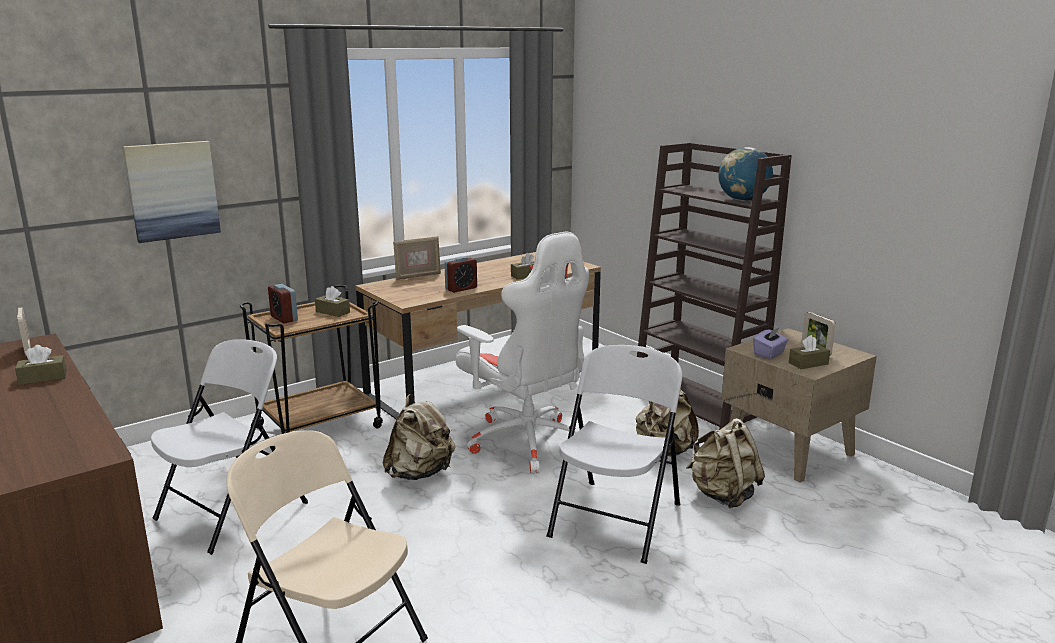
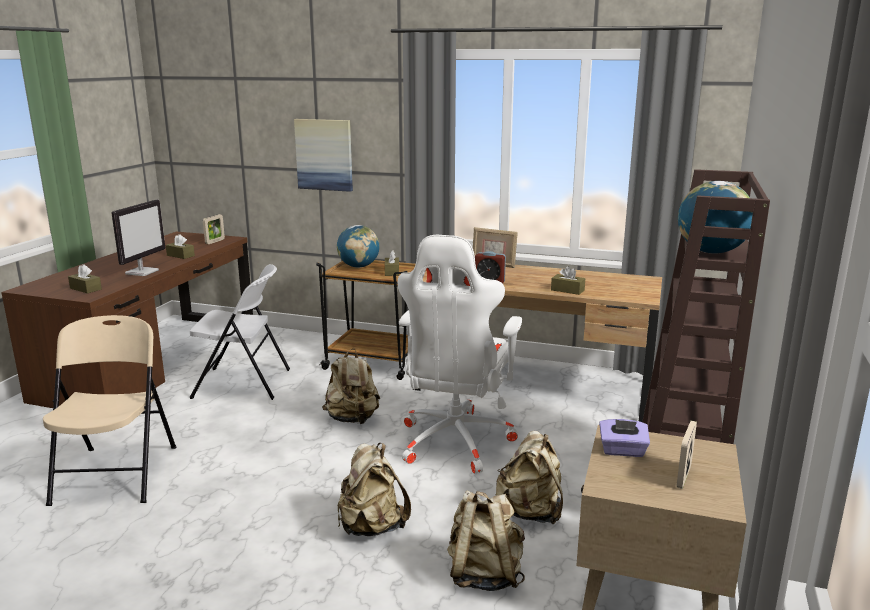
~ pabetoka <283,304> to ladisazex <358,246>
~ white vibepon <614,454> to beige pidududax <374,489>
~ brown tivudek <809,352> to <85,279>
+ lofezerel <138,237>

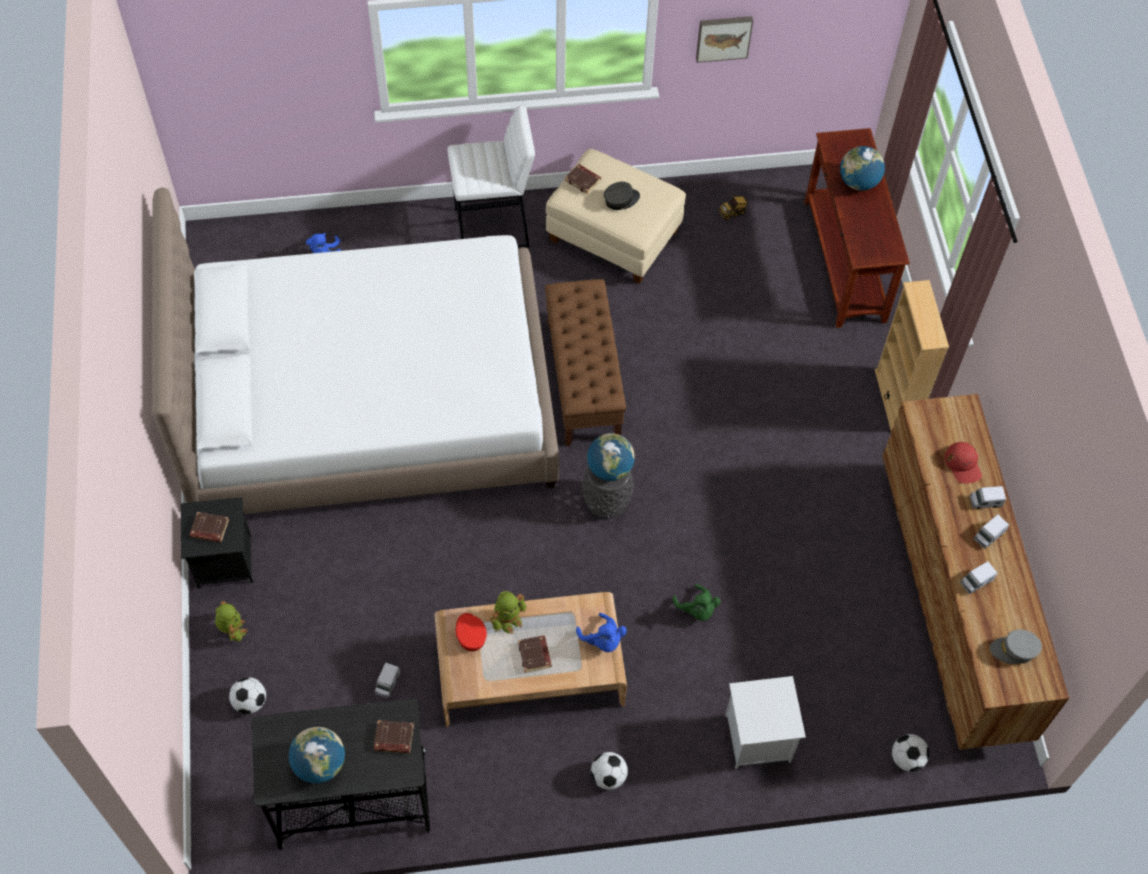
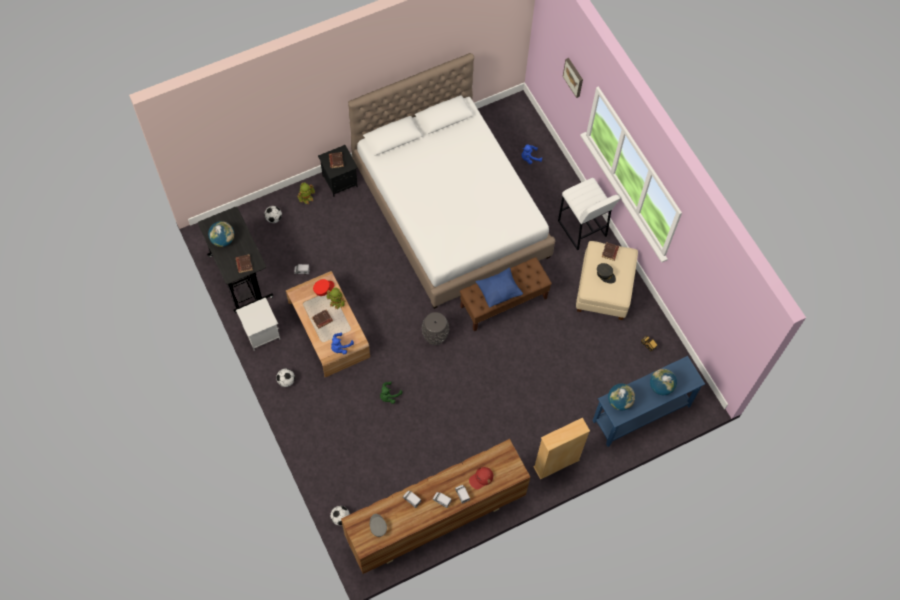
~ ladisazex <611,457> to <621,397>
~ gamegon <724,39> to <573,78>
~ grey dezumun <765,722> to <258,324>
~ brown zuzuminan <857,228> to blue zuzuminan <648,401>
+ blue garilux <499,287>

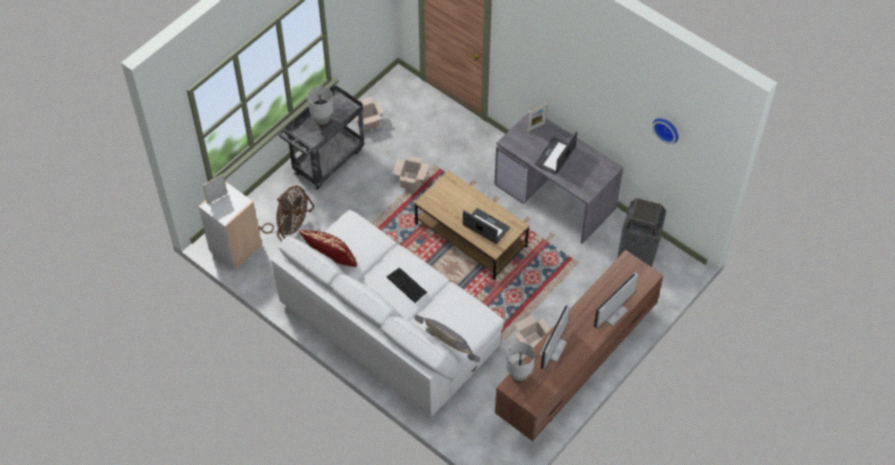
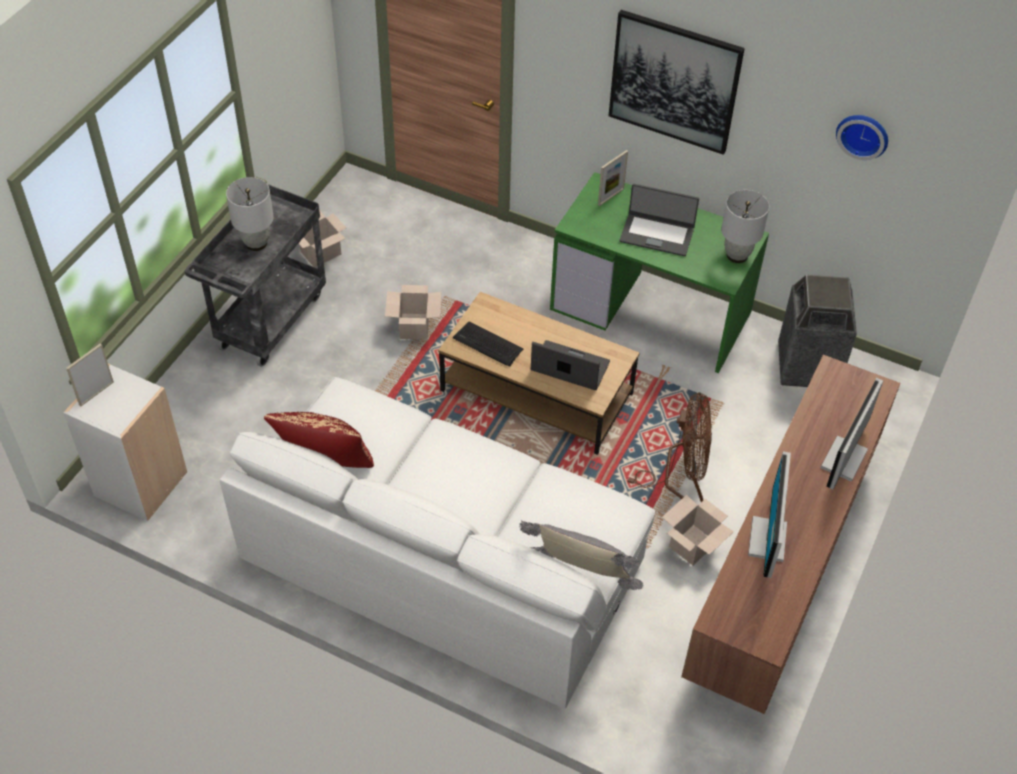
~ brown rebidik <286,214> to <669,447>
~ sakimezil <406,285> to <487,344>
~ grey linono <558,176> to green linono <659,272>
~ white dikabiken <520,362> to <745,226>
~ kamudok <556,153> = <659,220> 90 degrees counterclockwise
+ gamegon <677,82>

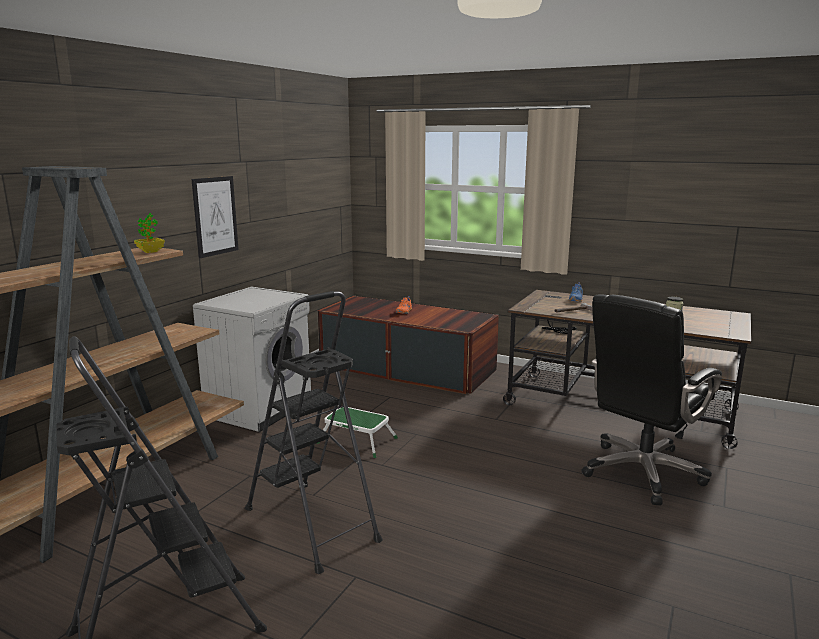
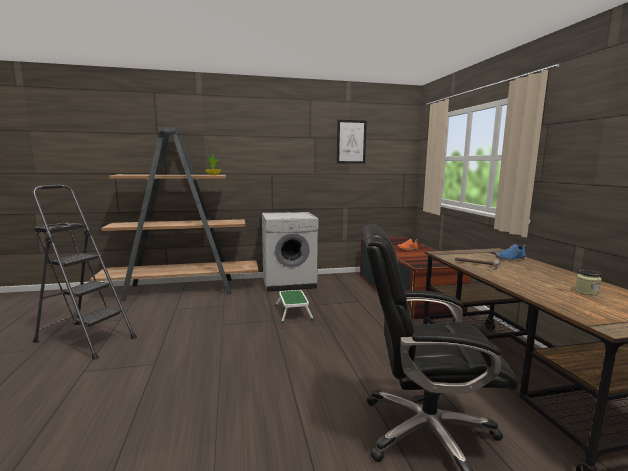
~ gamegon <215,217> to <352,142>
- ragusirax <313,432>

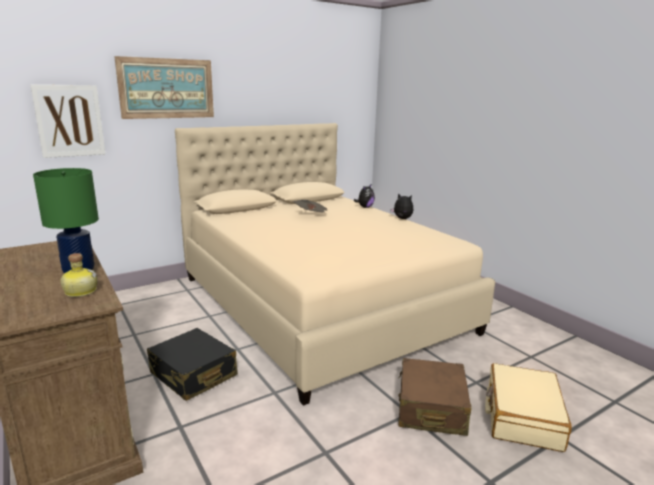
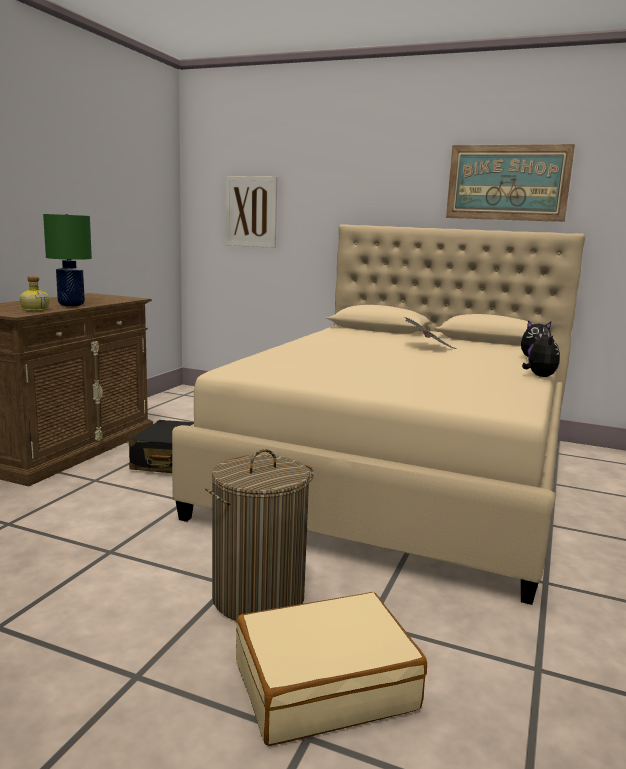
~ gamegon <164,87> to <510,183>
~ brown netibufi <435,397> to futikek <259,535>

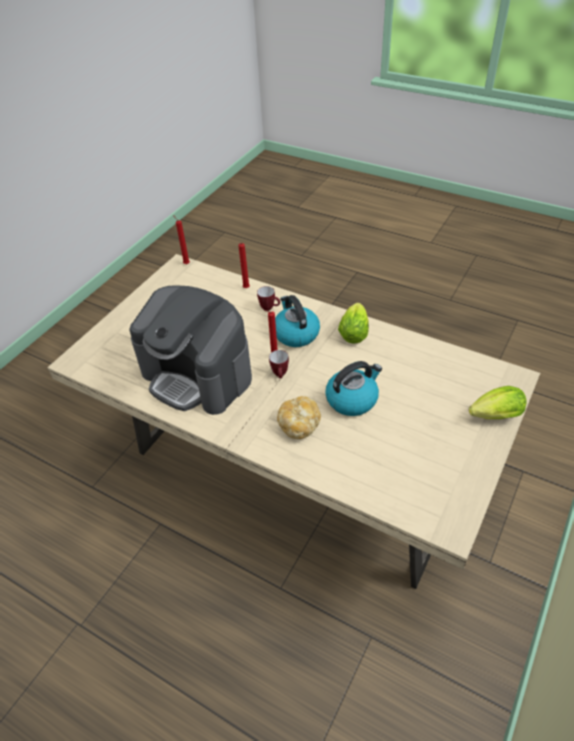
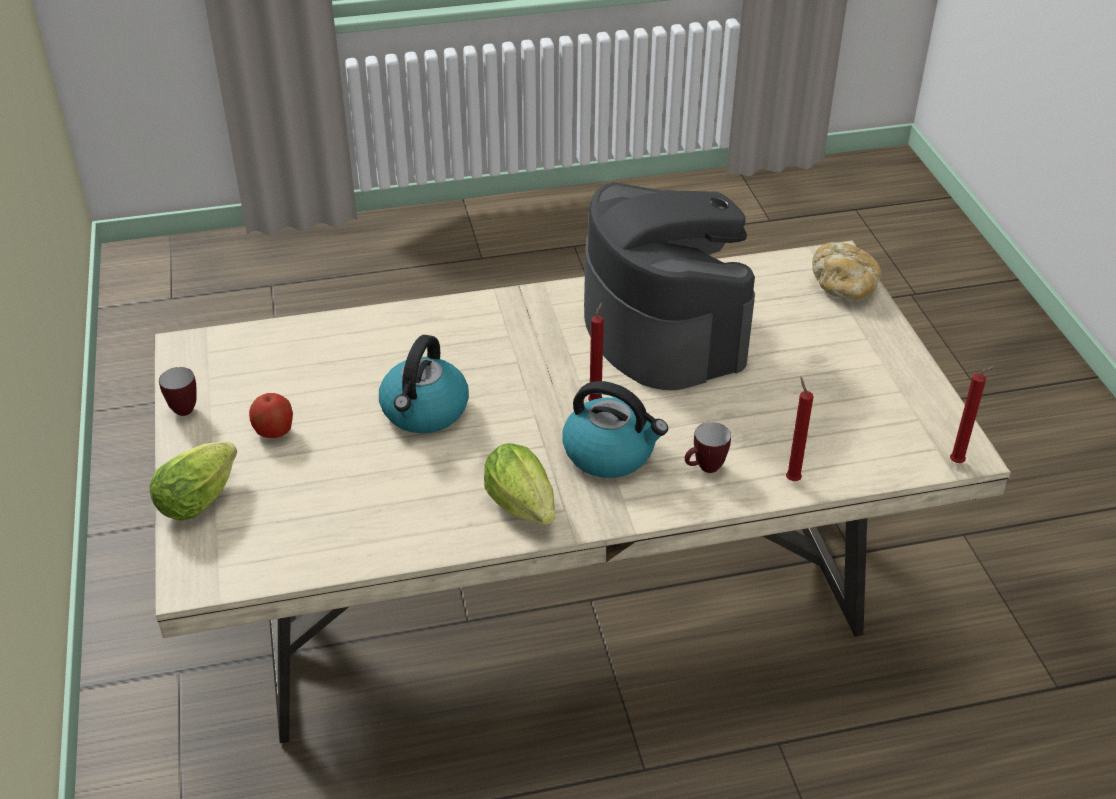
~ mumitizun <190,350> = <669,286> 75 degrees clockwise
~ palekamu <279,364> to <177,391>
~ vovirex <299,417> to <847,270>
+ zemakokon <271,415>

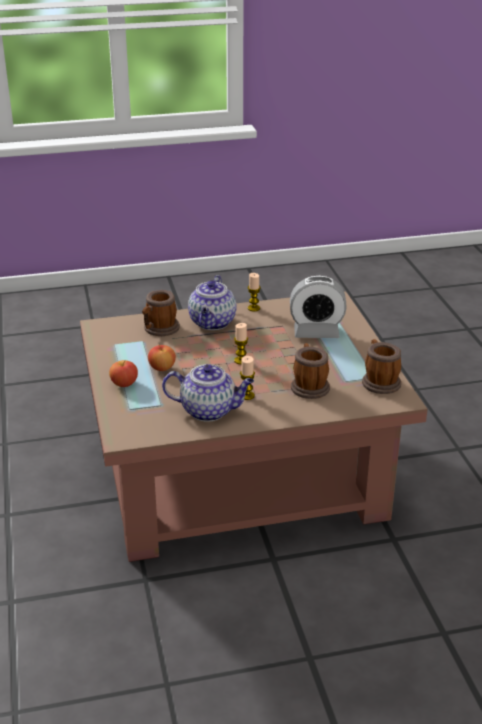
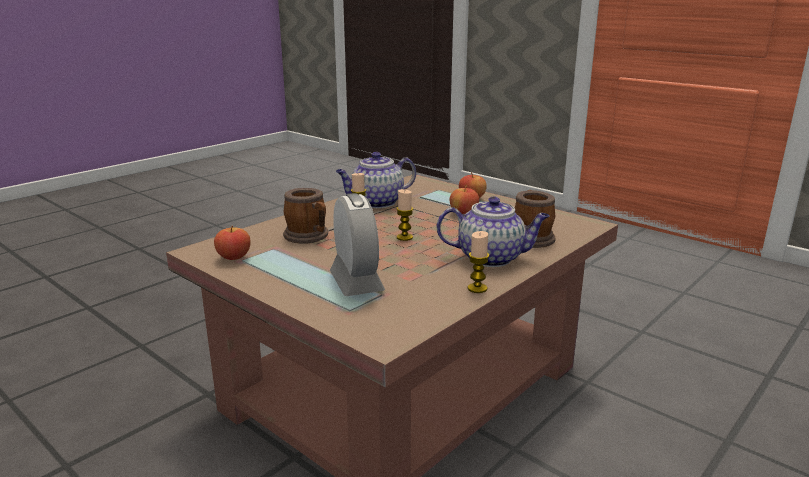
~ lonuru <212,302> = <493,231> 120 degrees clockwise
~ pabetoka <318,307> = <357,244> 105 degrees clockwise
~ palekamu <381,366> to zemakokon <232,242>

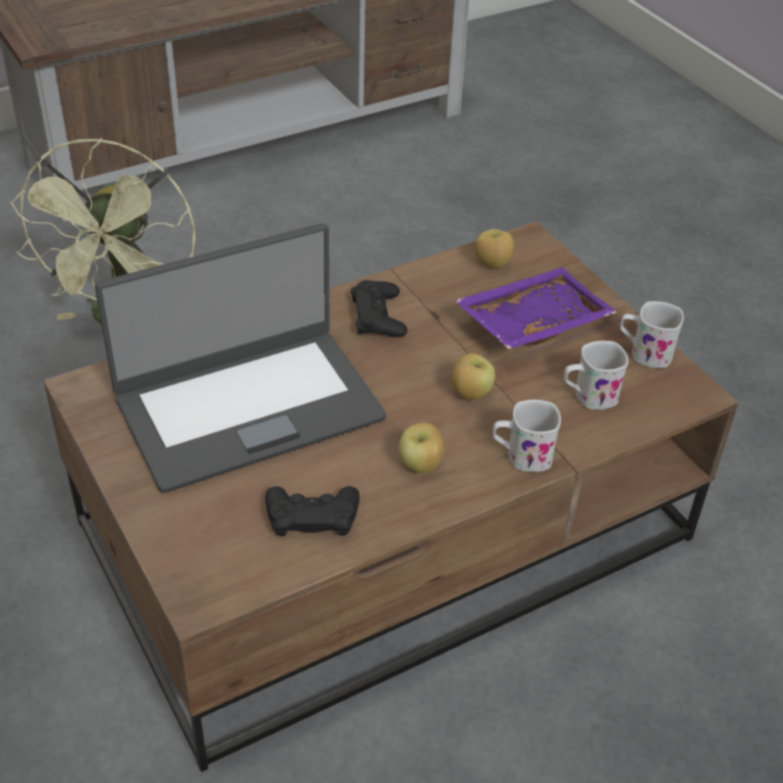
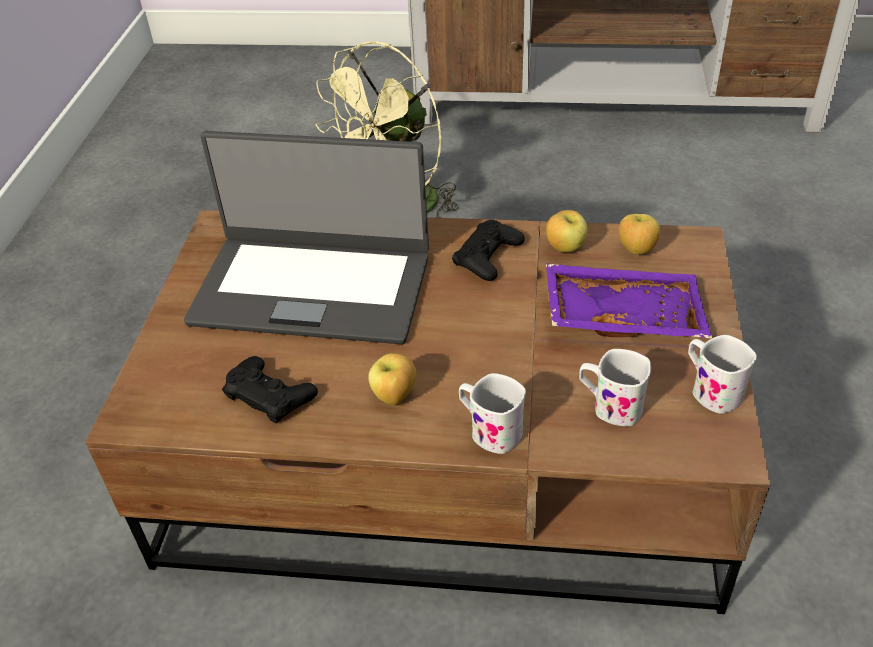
~ zemakokon <473,376> to <566,231>

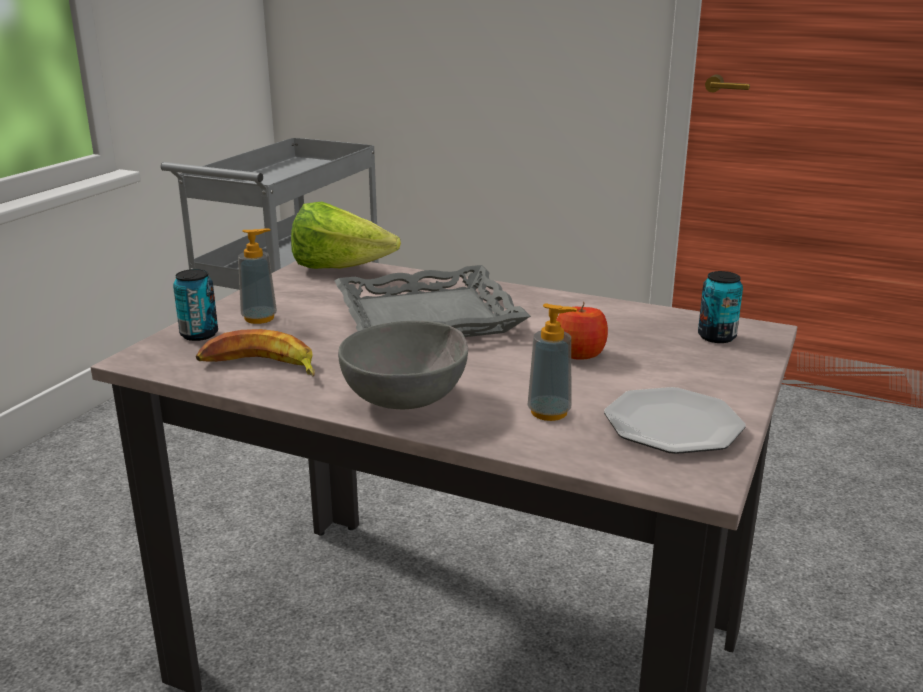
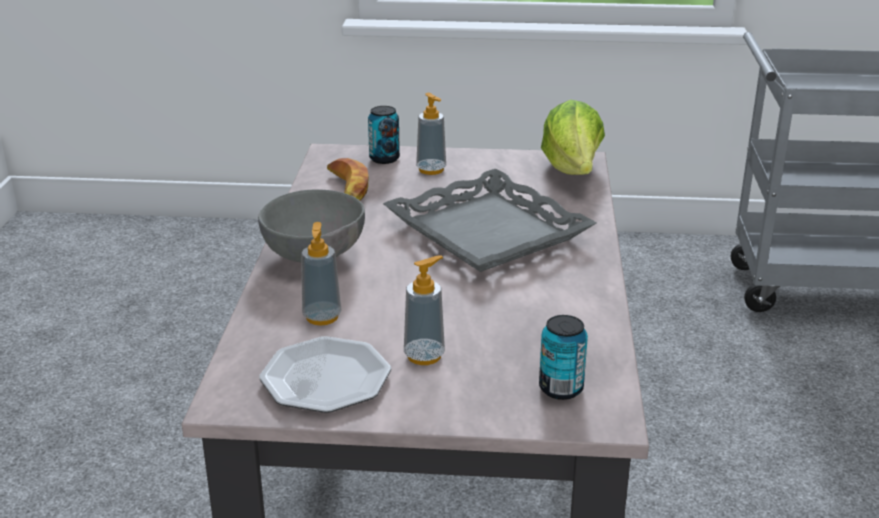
- zemakokon <582,331>
+ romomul <424,310>

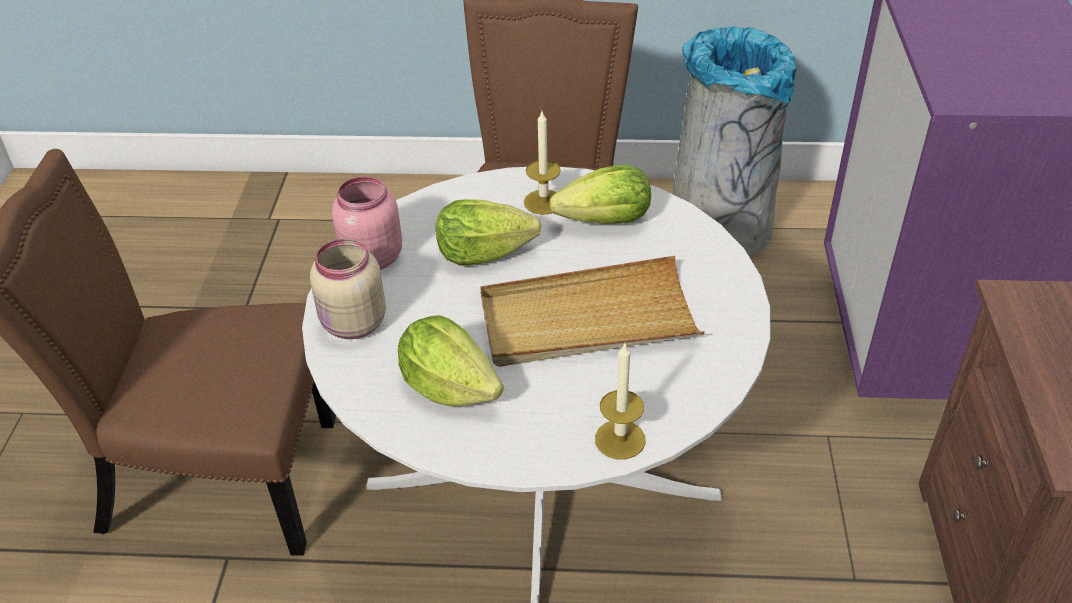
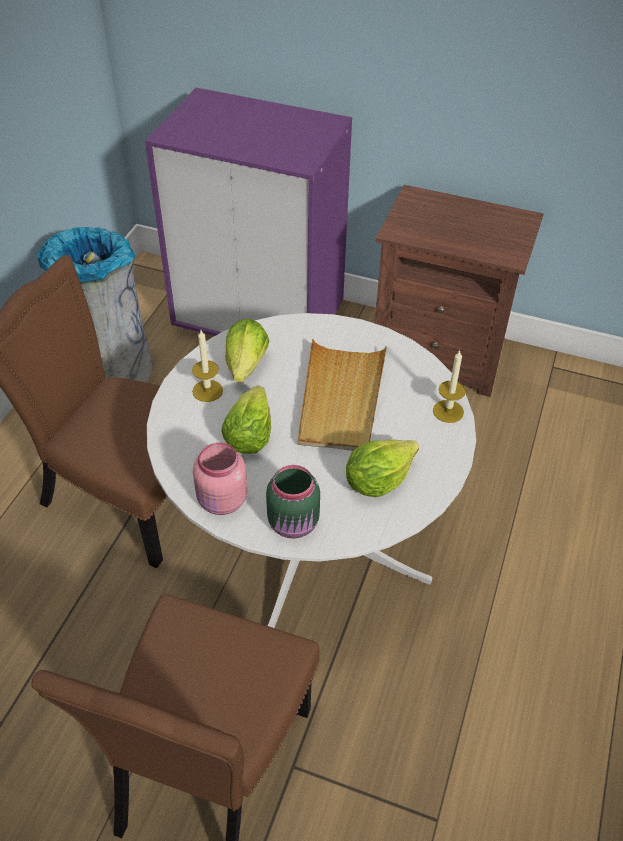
~ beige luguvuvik <348,289> to green luguvuvik <293,502>

